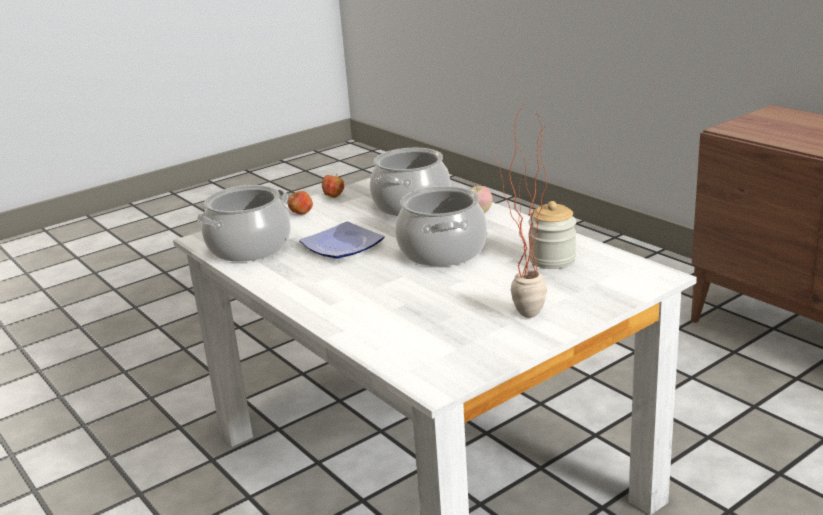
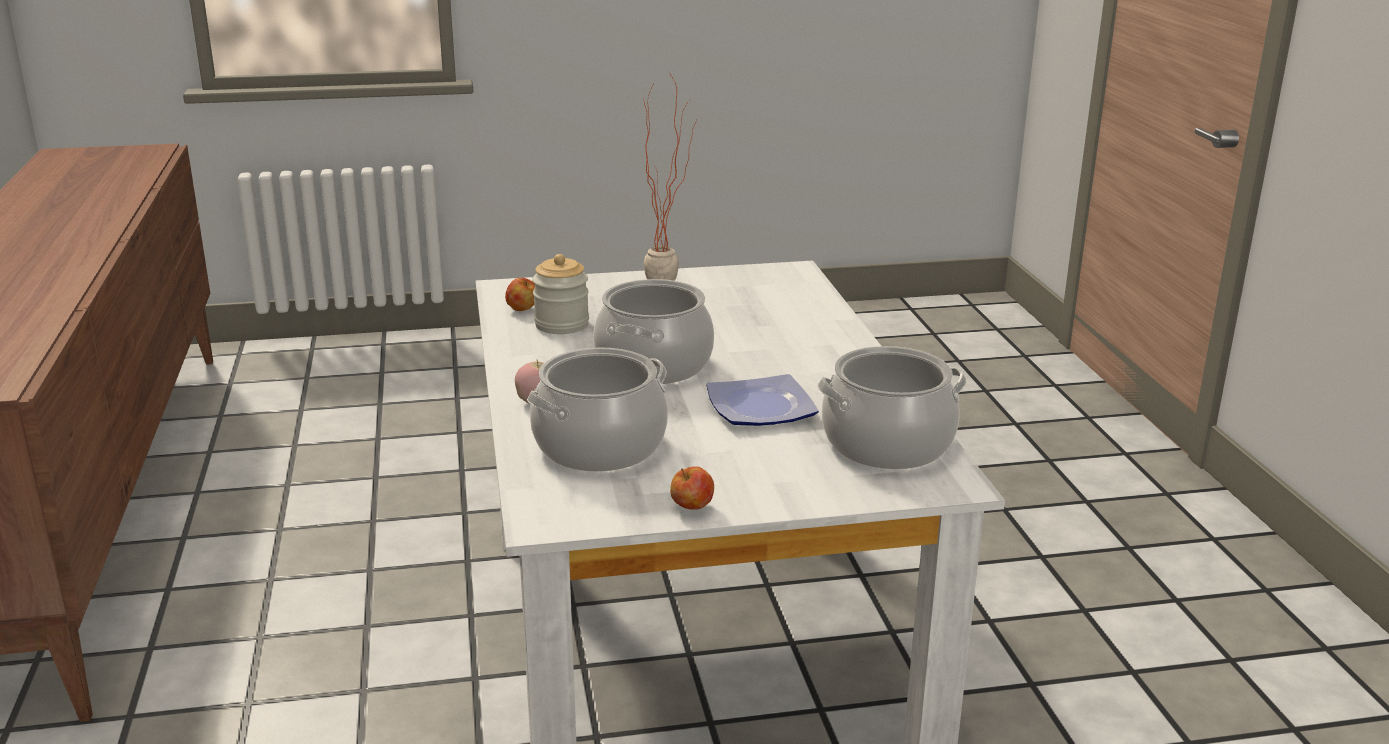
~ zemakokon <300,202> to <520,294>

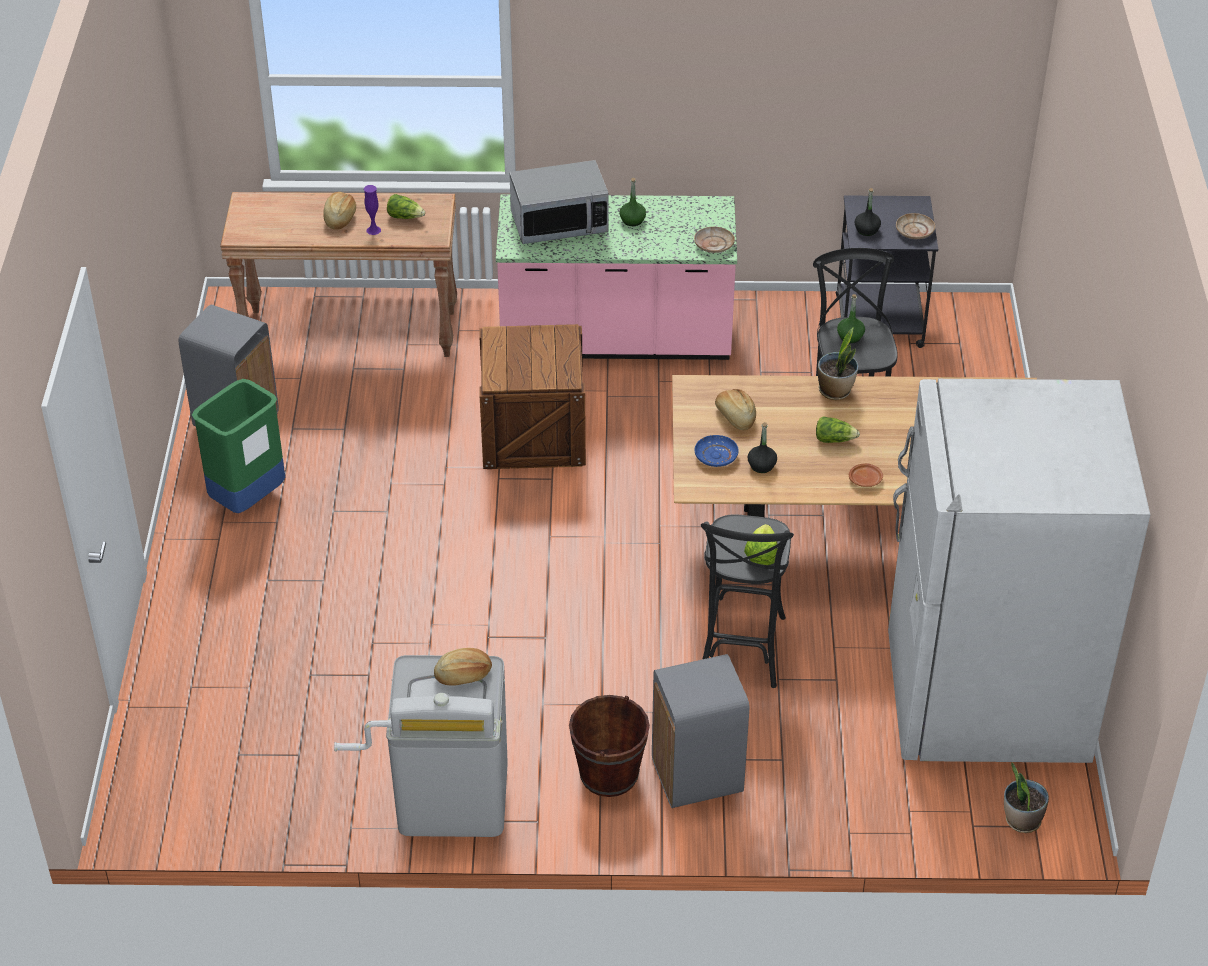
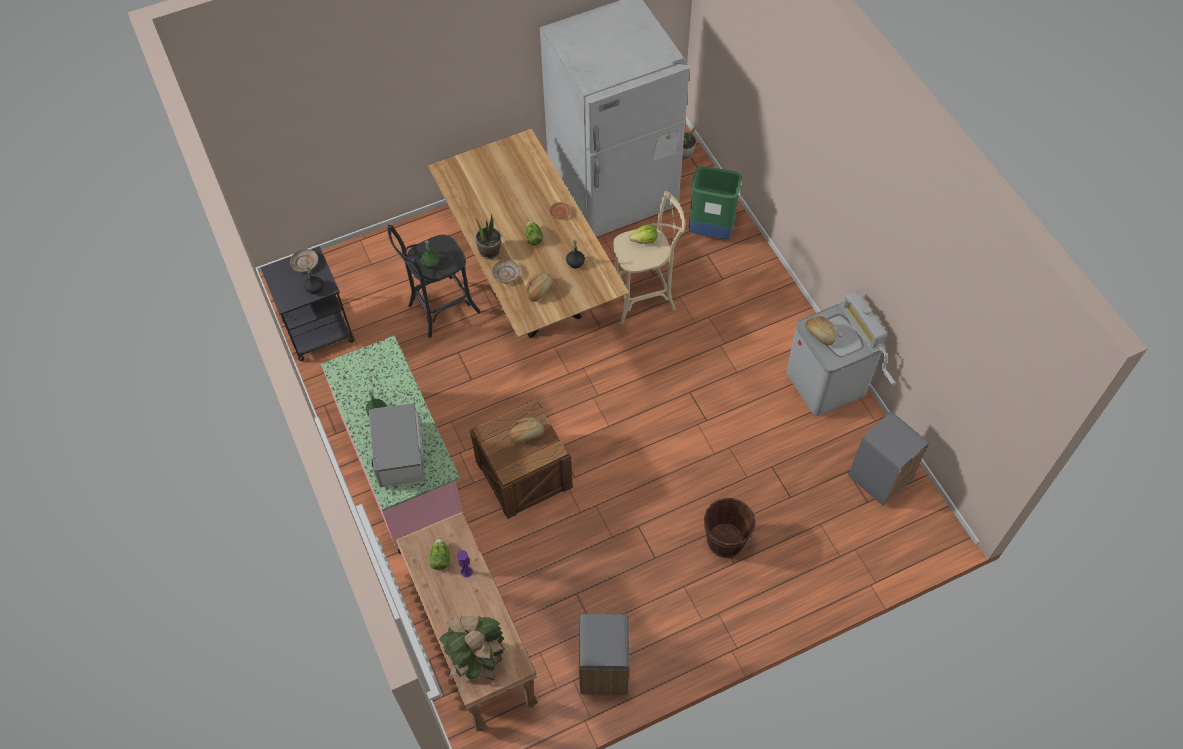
~ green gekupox <238,446> to <715,202>
~ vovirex <339,211> to <526,430>
~ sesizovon <559,202> = <397,445> 150 degrees counterclockwise
~ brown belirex <609,746> to <730,528>
~ grey gekupox <700,731> to <888,458>
~ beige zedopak <714,240> to <506,271>
- blue zedopak <716,451>
~ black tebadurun <747,601> to beige tebadurun <649,257>
+ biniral <472,648>

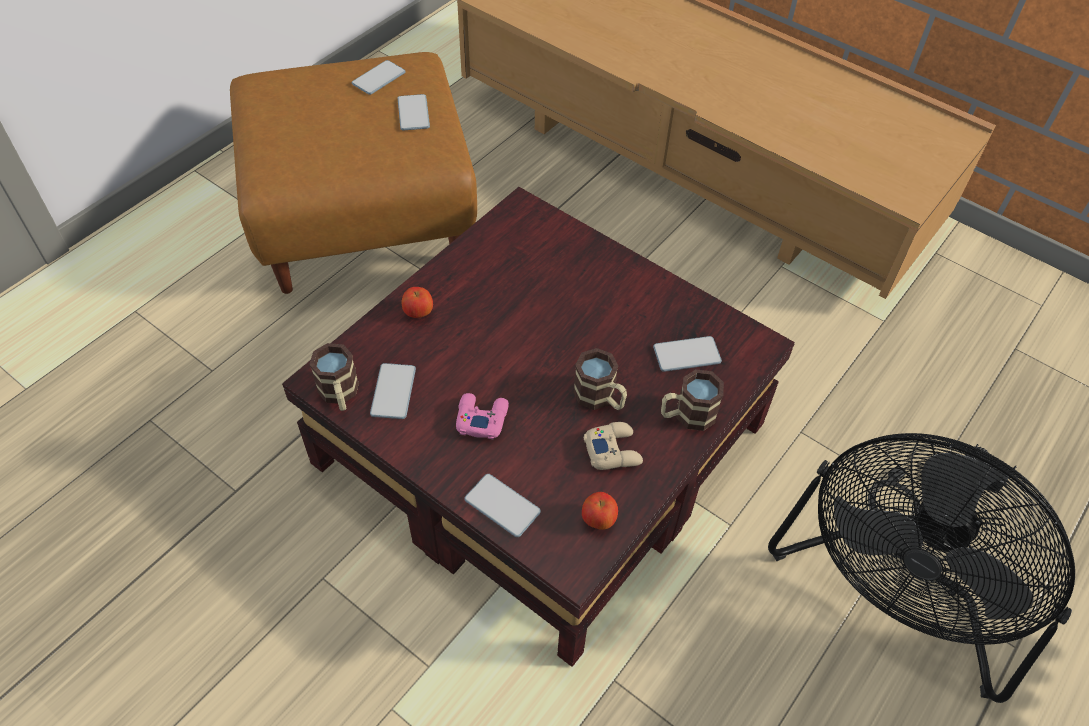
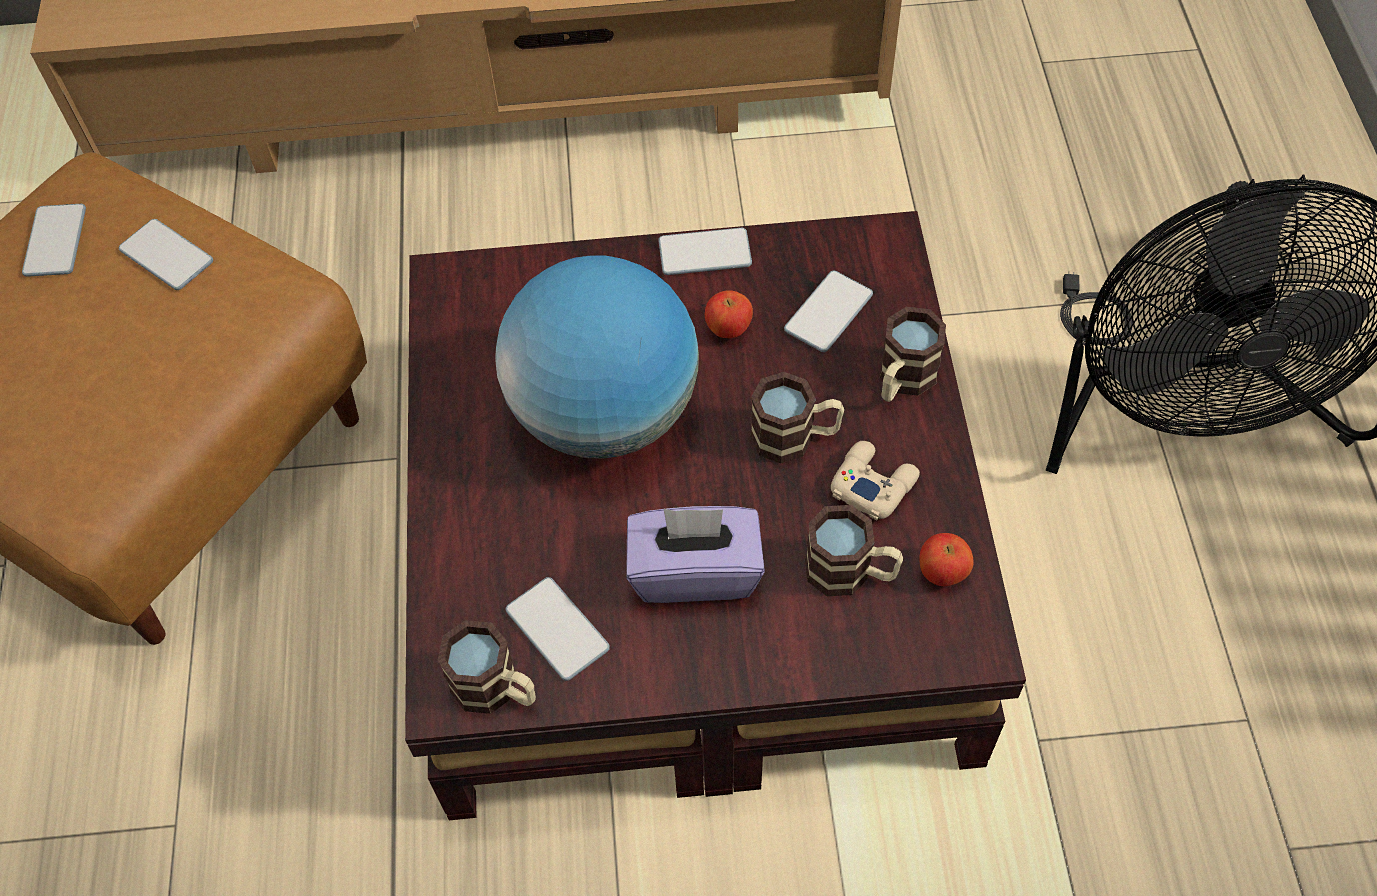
~ zemakokon <417,302> to <729,314>
~ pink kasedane <482,416> to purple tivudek <695,554>
~ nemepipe <502,505> to <705,251>
+ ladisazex <597,357>
+ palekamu <854,550>

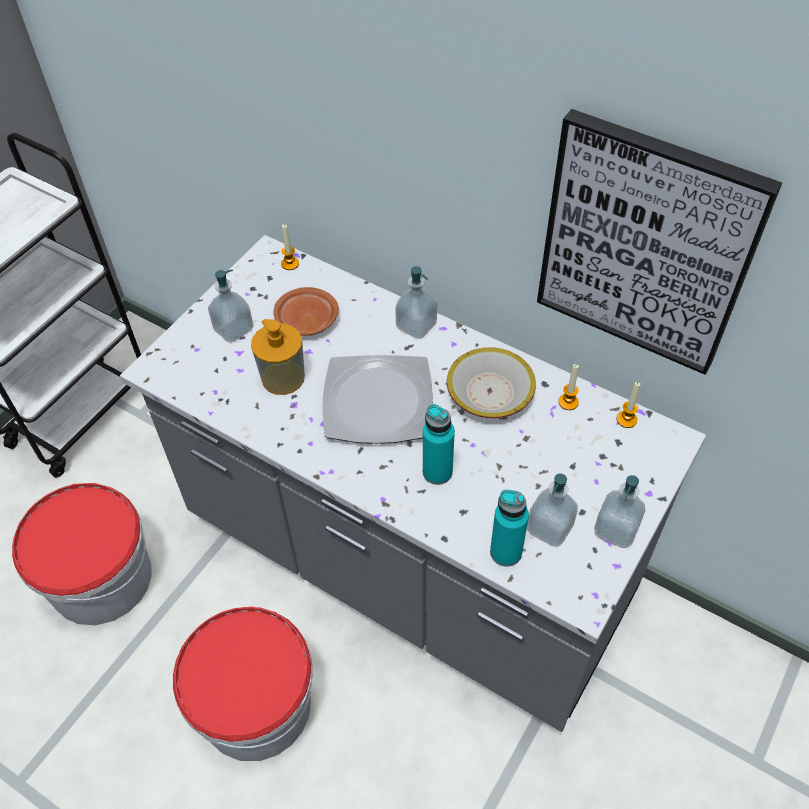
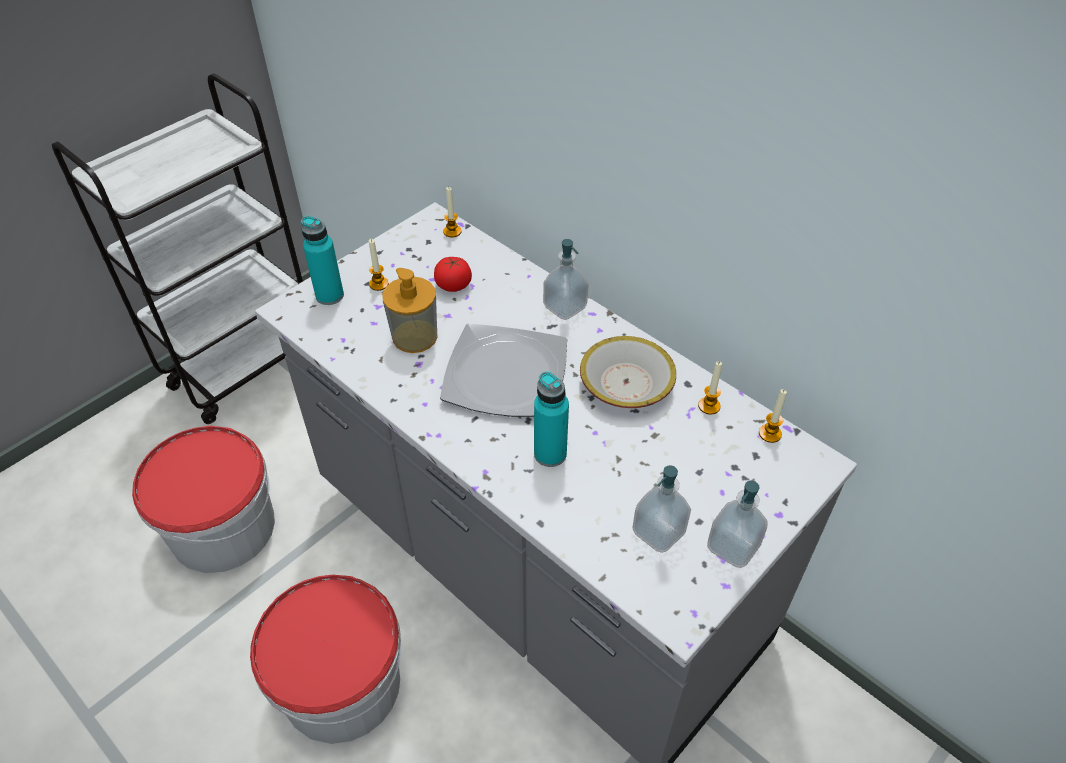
~ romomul <231,306> to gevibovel <379,265>
~ brown zedopak <306,311> to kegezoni <453,274>
~ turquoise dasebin <509,528> to <322,260>
- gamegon <659,242>

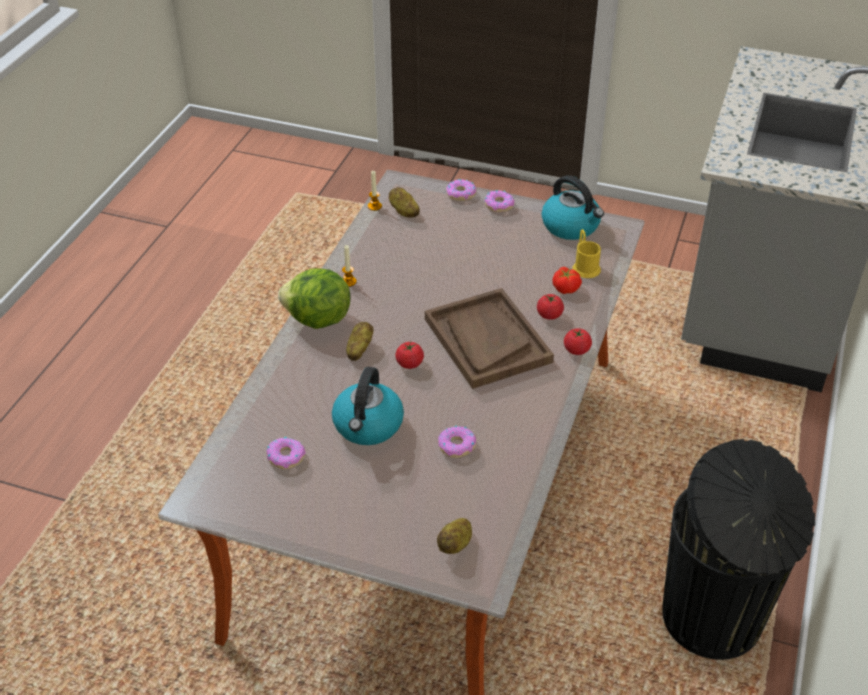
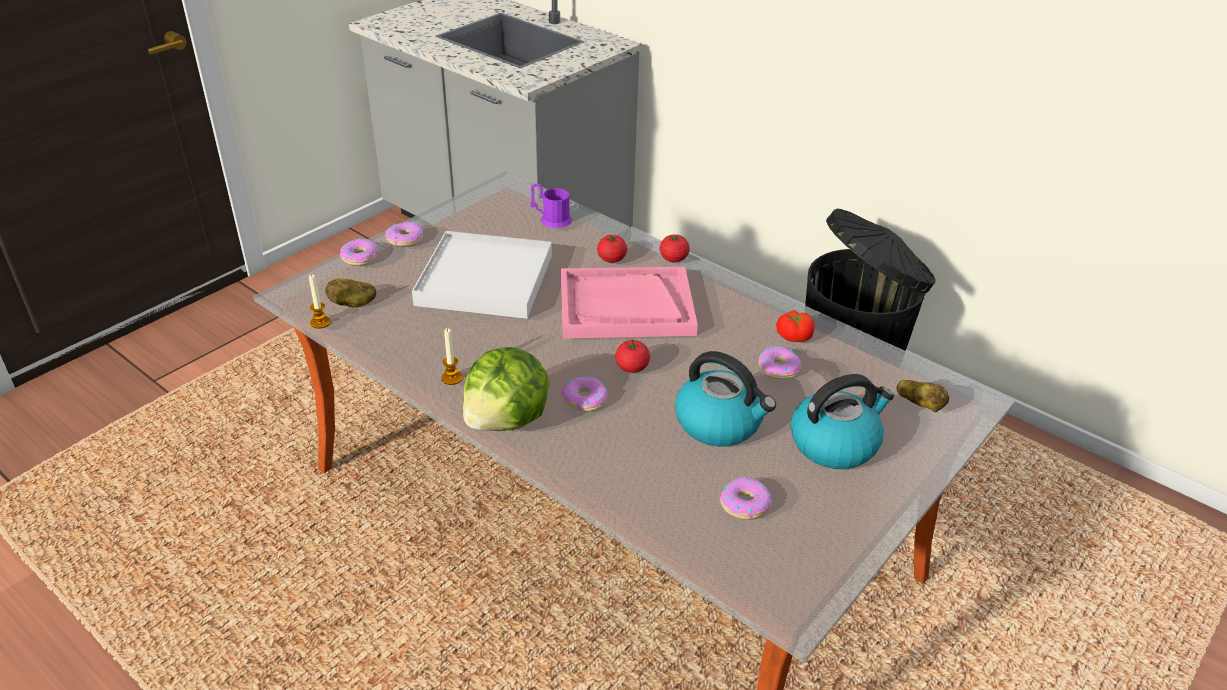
~ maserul <359,341> to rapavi <584,393>
~ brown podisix <489,338> to pink podisix <629,303>
~ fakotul <573,207> to <842,421>
~ kegezoni <567,280> to <795,326>
~ yellow palekamu <586,253> to purple palekamu <551,206>
+ white podisix <482,275>

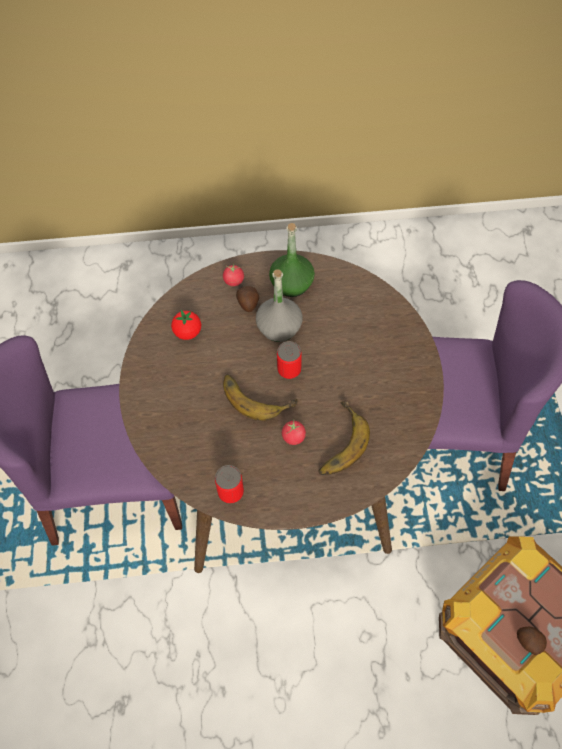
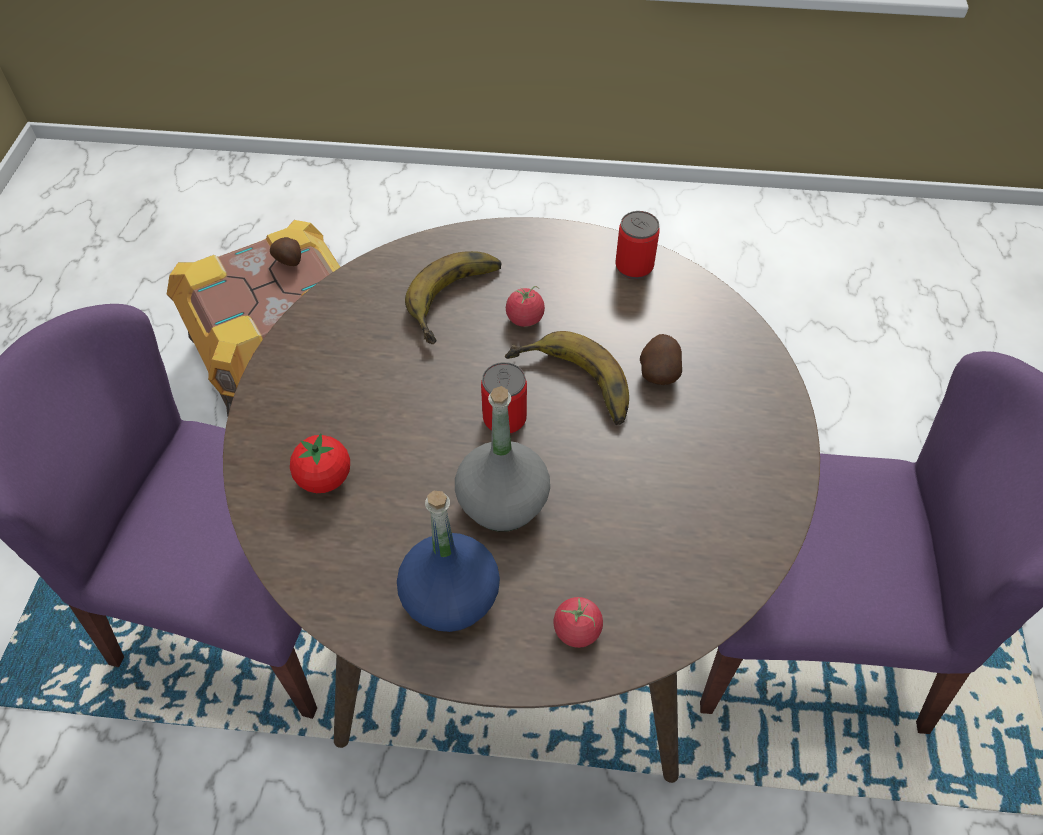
~ kegezoni <186,325> to <320,463>
~ maserul <247,299> to <661,359>
~ green dasebin <292,260> to blue dasebin <448,561>

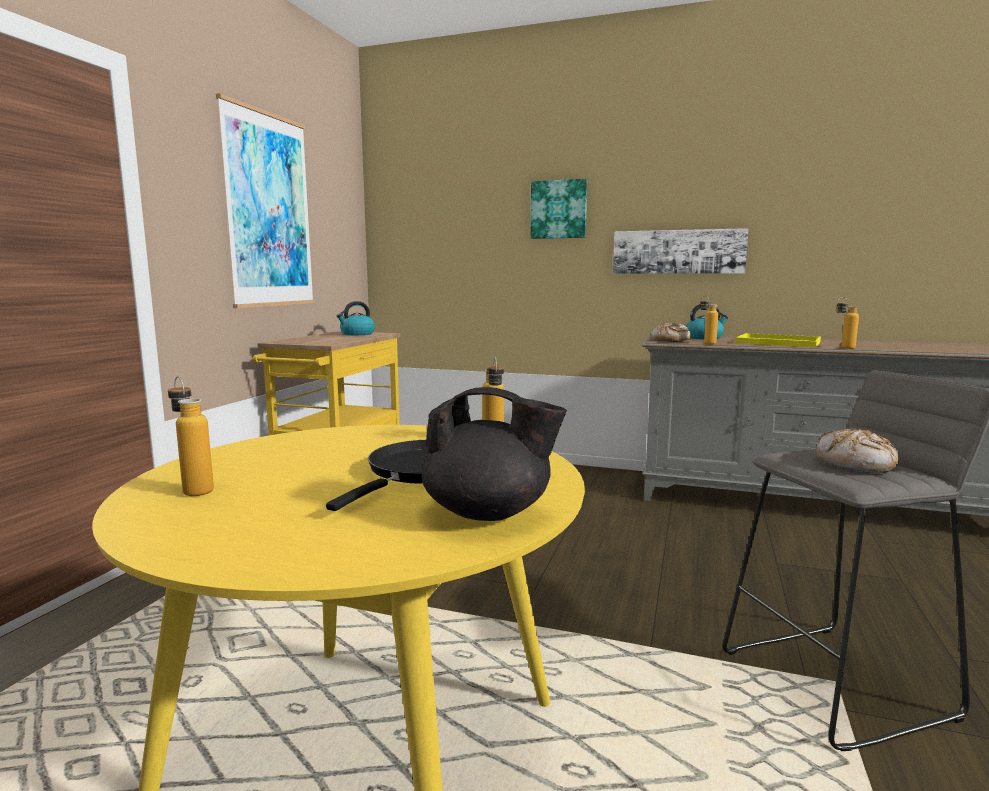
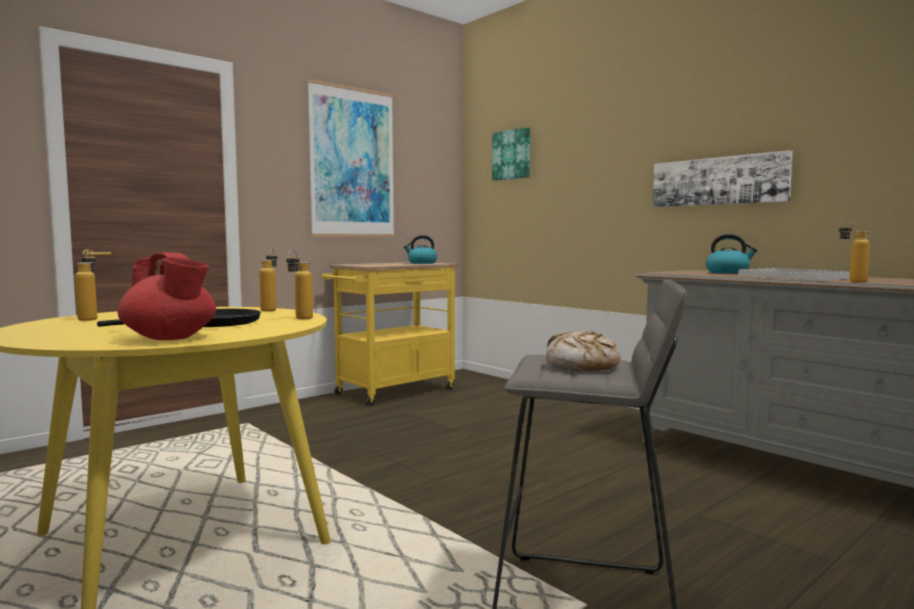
~ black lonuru <494,454> to red lonuru <166,296>
~ gamegon <559,209> to <511,154>
- vovirex <671,332>
~ dasebin <709,320> to <268,279>
~ yellow podisix <778,340> to white podisix <794,274>

